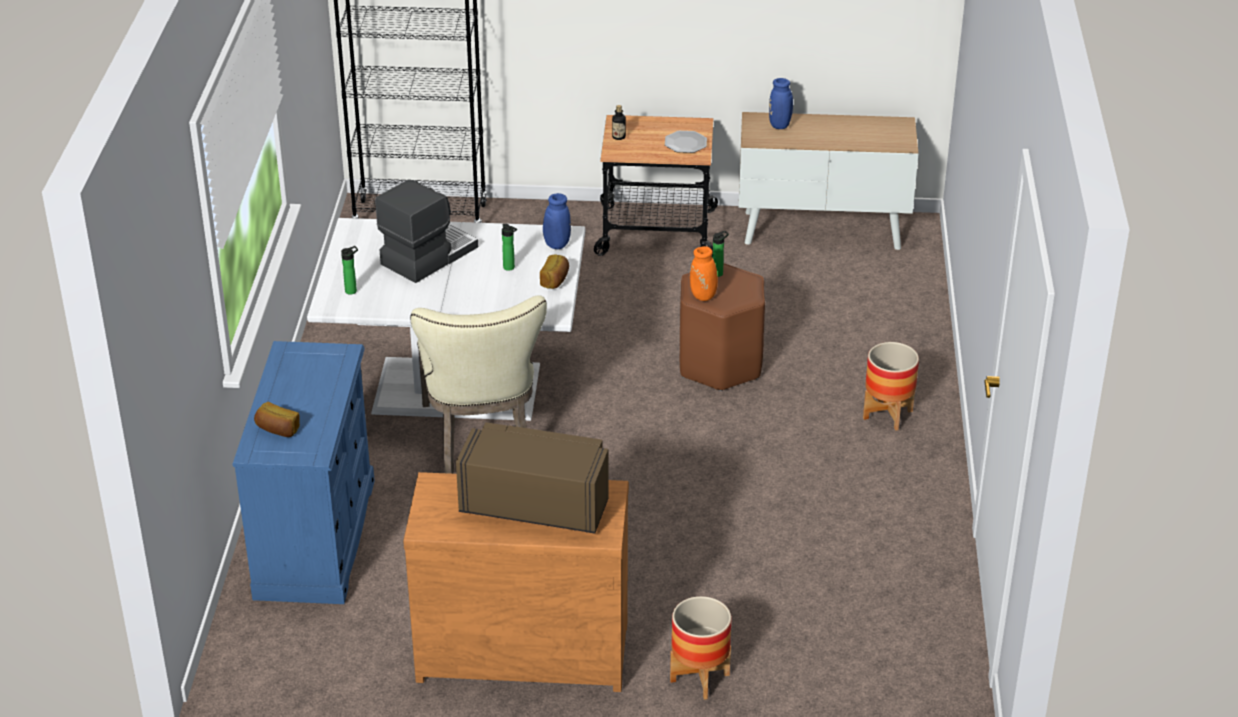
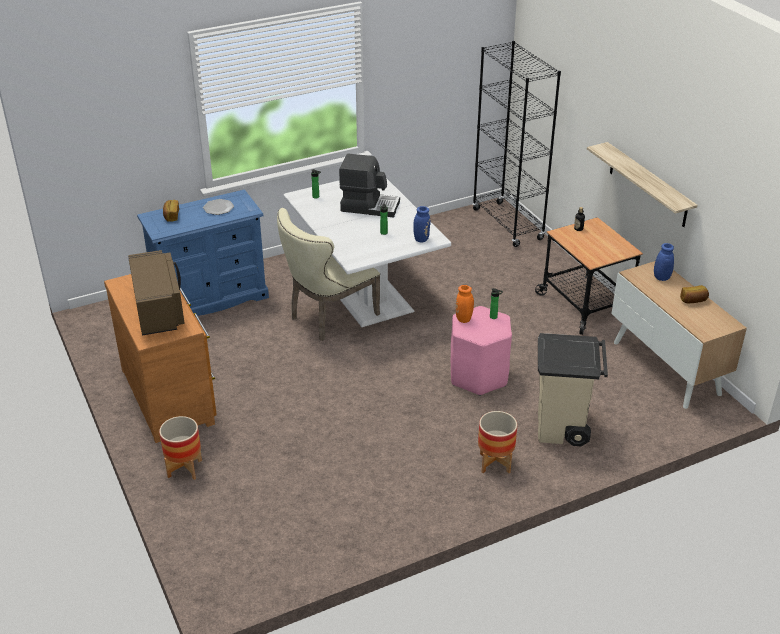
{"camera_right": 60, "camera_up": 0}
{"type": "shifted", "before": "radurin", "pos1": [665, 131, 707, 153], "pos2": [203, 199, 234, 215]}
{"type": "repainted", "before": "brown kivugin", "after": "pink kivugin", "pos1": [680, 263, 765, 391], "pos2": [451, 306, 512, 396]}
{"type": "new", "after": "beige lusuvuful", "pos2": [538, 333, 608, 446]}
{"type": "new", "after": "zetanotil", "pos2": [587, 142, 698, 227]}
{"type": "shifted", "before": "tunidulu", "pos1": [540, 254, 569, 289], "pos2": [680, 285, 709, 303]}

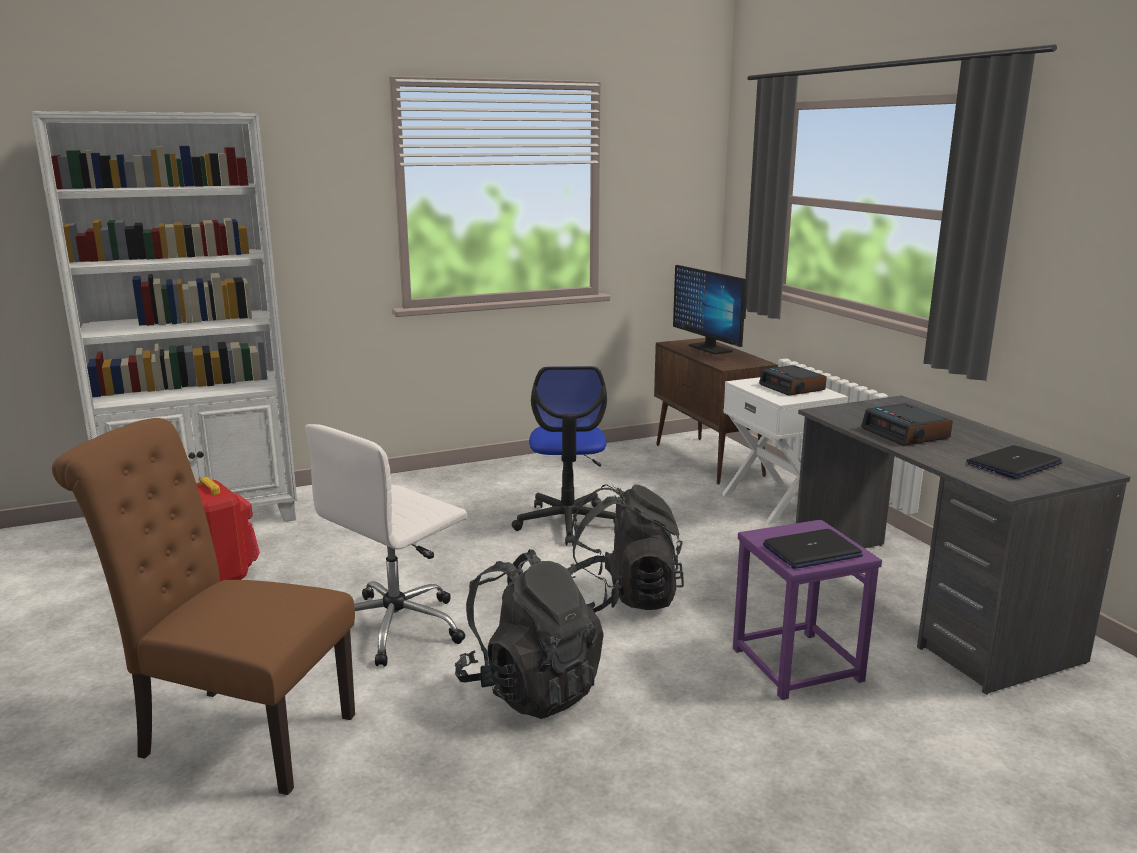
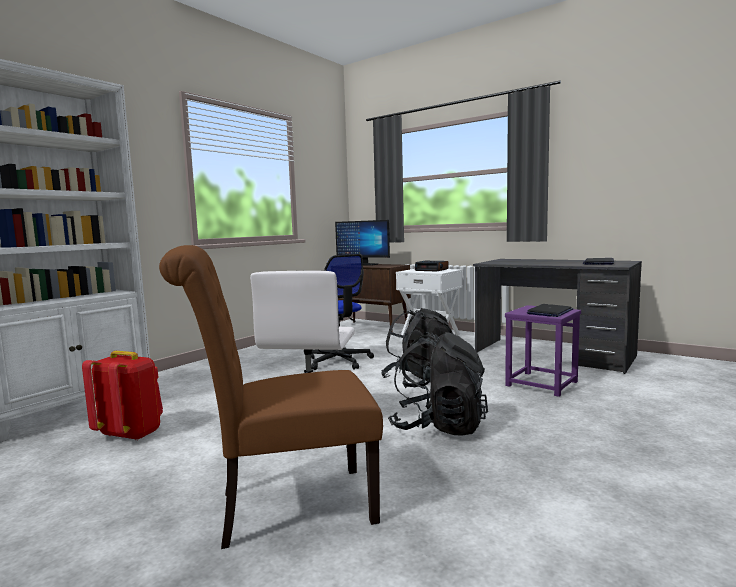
{"camera_right": -30, "camera_up": -10}
{"type": "gone", "before": "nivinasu", "pos1": [861, 403, 953, 446]}

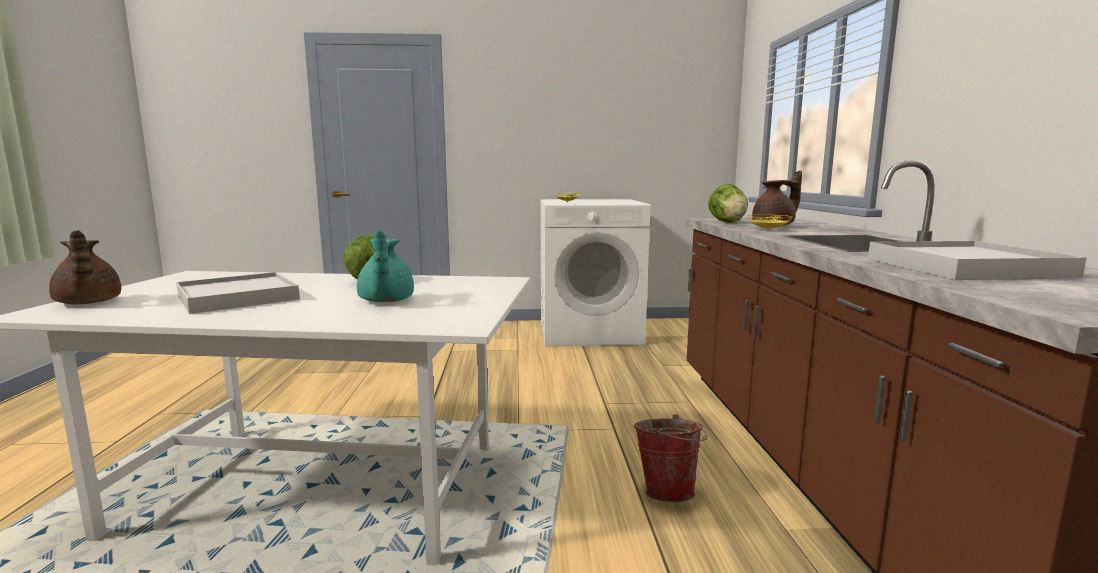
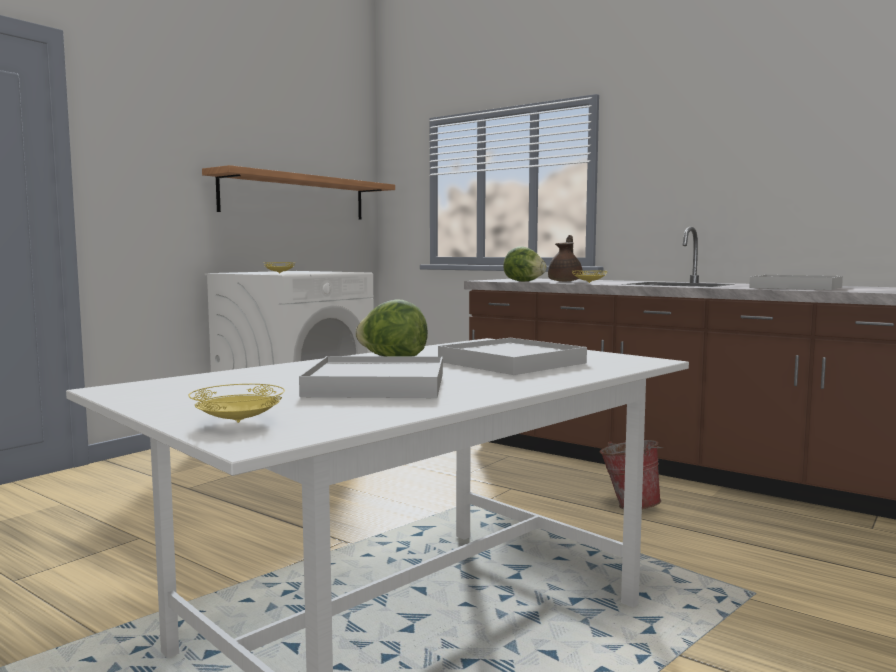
{"camera_right": -50, "camera_up": -5}
{"type": "swapped", "before": "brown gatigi", "after": "yellow radurin", "pos1": [49, 230, 121, 304], "pos2": [188, 384, 285, 423]}
{"type": "new", "after": "zetanotil", "pos2": [202, 165, 395, 220]}
{"type": "swapped", "before": "turquoise gatigi", "after": "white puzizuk", "pos1": [357, 230, 414, 302], "pos2": [438, 338, 587, 375]}

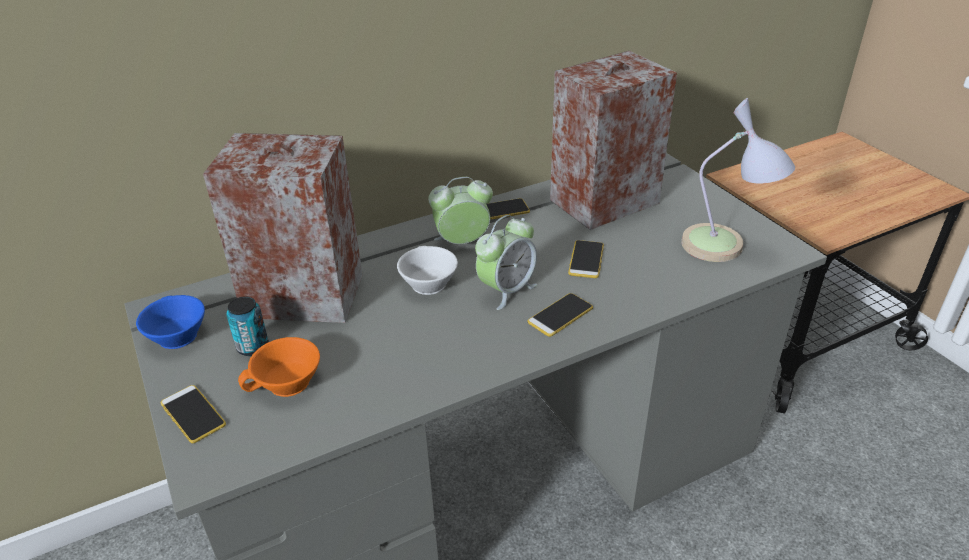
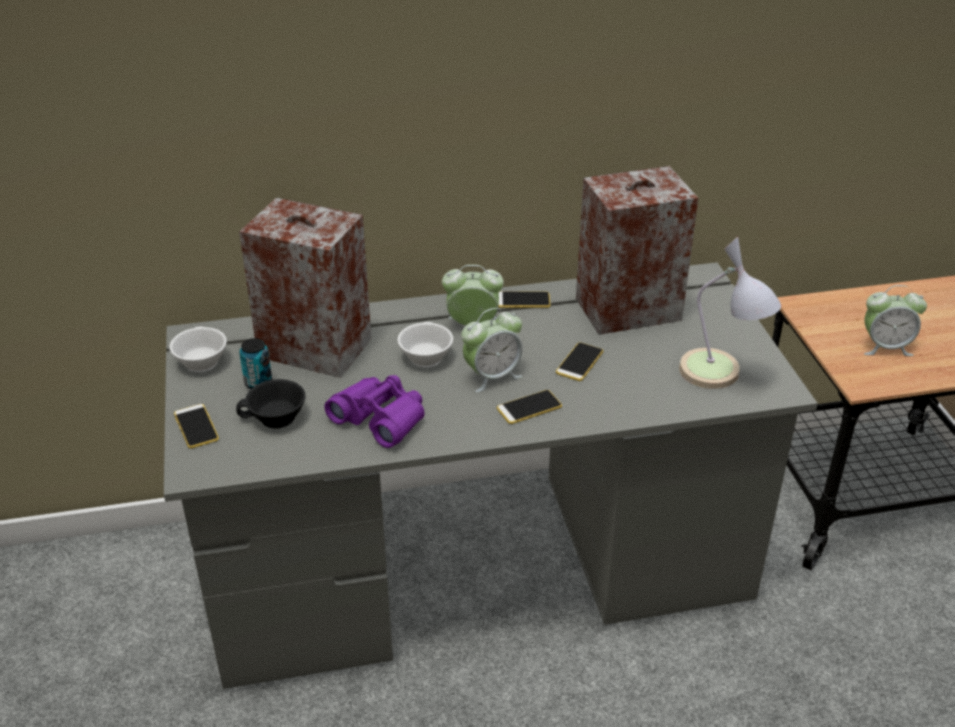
{"camera_right": 15, "camera_up": 0}
{"type": "repainted", "before": "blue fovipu", "after": "white fovipu", "pos1": [136, 295, 205, 349], "pos2": [169, 326, 227, 372]}
{"type": "repainted", "before": "orange fovipu", "after": "black fovipu", "pos1": [238, 337, 320, 397], "pos2": [236, 379, 305, 428]}
{"type": "new", "after": "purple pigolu", "pos2": [324, 375, 425, 448]}
{"type": "new", "after": "nivinasu", "pos2": [864, 285, 927, 356]}

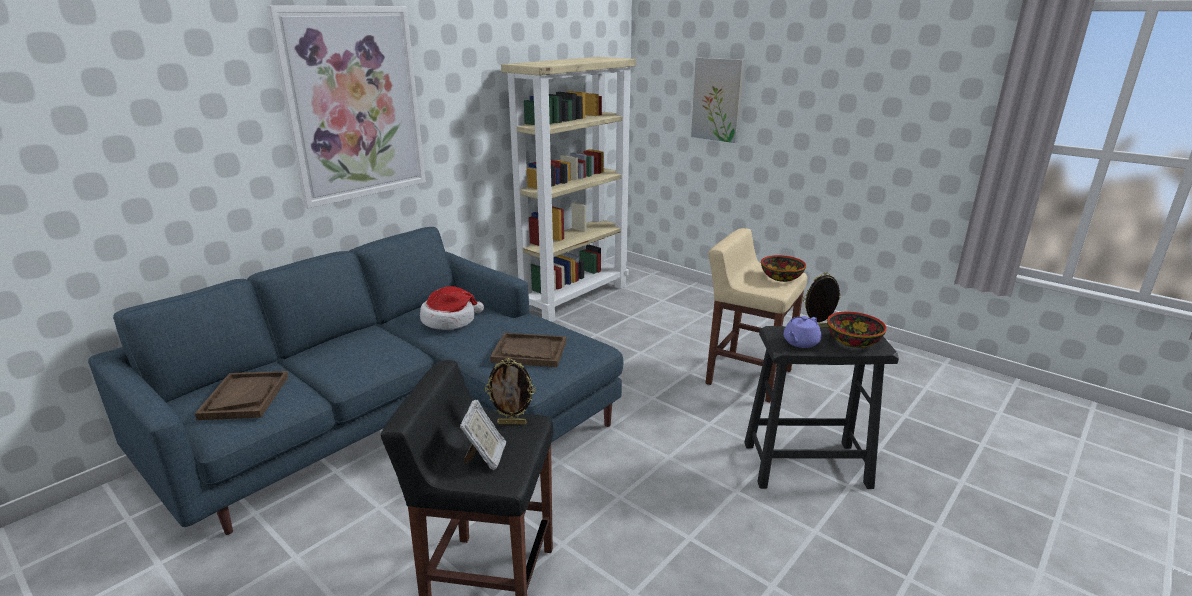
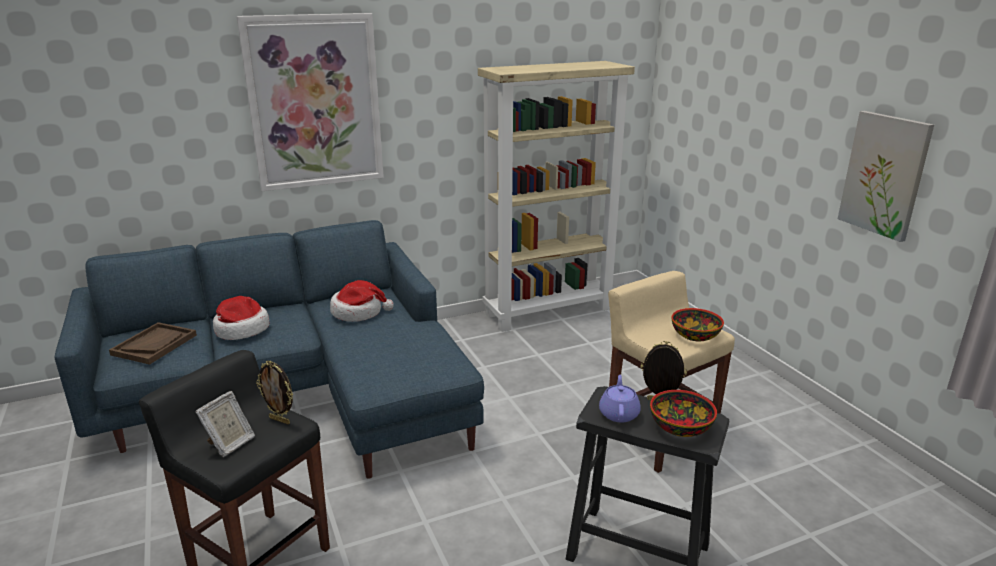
{"camera_right": 25, "camera_up": 0}
{"type": "new", "after": "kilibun", "pos2": [213, 296, 270, 340]}
{"type": "rotated", "before": "purple gatigi", "pos1": [783, 316, 821, 348], "pos2": [599, 375, 641, 423], "turn": 120}
{"type": "shifted", "before": "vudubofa", "pos1": [691, 57, 744, 143], "pos2": [838, 111, 934, 242]}
{"type": "gone", "before": "brown puzizuk", "pos1": [490, 333, 567, 367]}

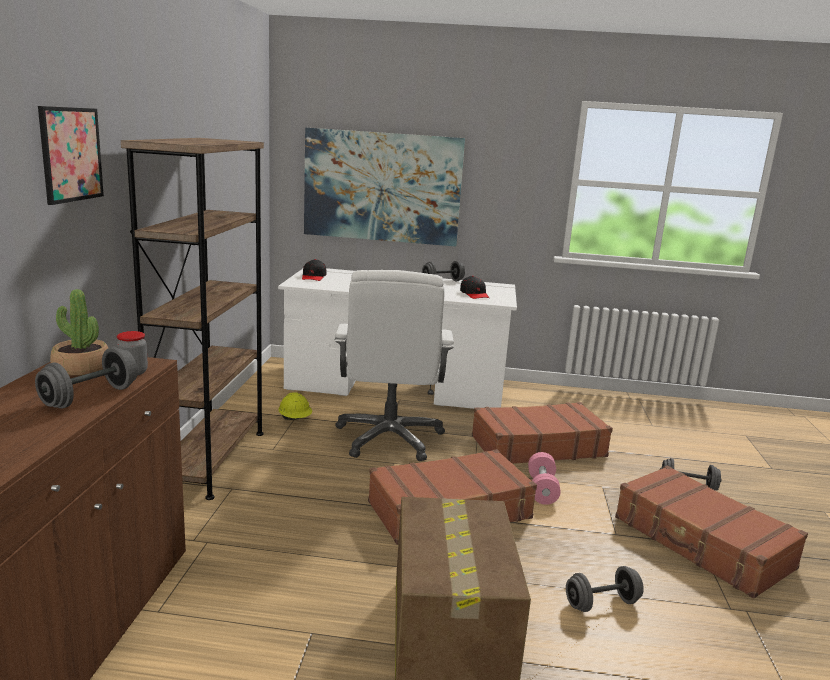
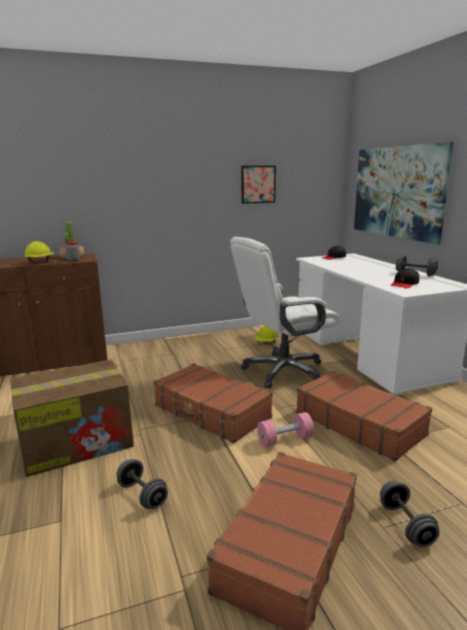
{"camera_right": 65, "camera_up": 0}
{"type": "swapped", "before": "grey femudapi", "after": "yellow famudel", "pos1": [35, 347, 138, 408], "pos2": [24, 241, 54, 263]}
{"type": "shifted", "before": "vudubofa", "pos1": [38, 106, 104, 205], "pos2": [241, 166, 276, 204]}
{"type": "gone", "before": "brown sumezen", "pos1": [121, 138, 264, 500]}

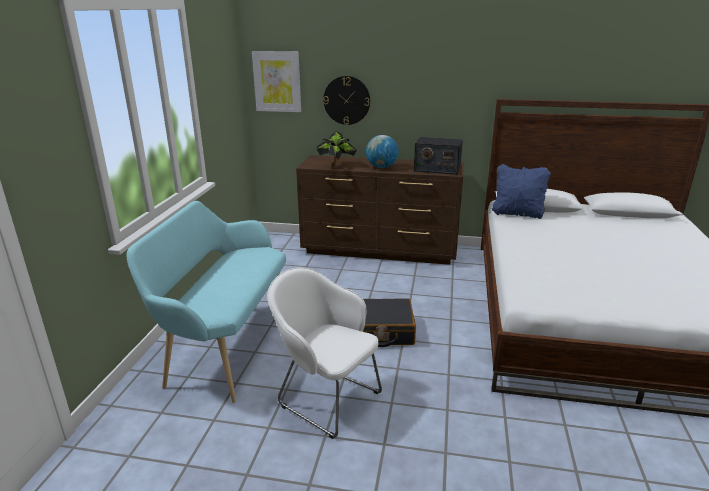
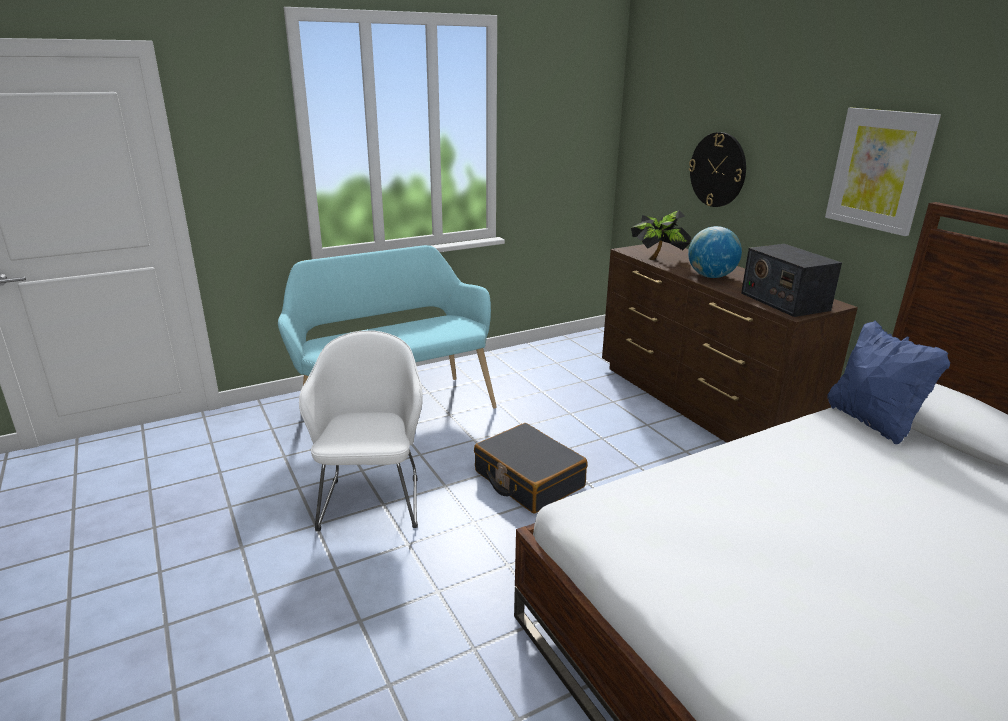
{"camera_right": 50, "camera_up": 0}
{"type": "shifted", "before": "vudubofa", "pos1": [252, 51, 301, 112], "pos2": [825, 108, 941, 236]}

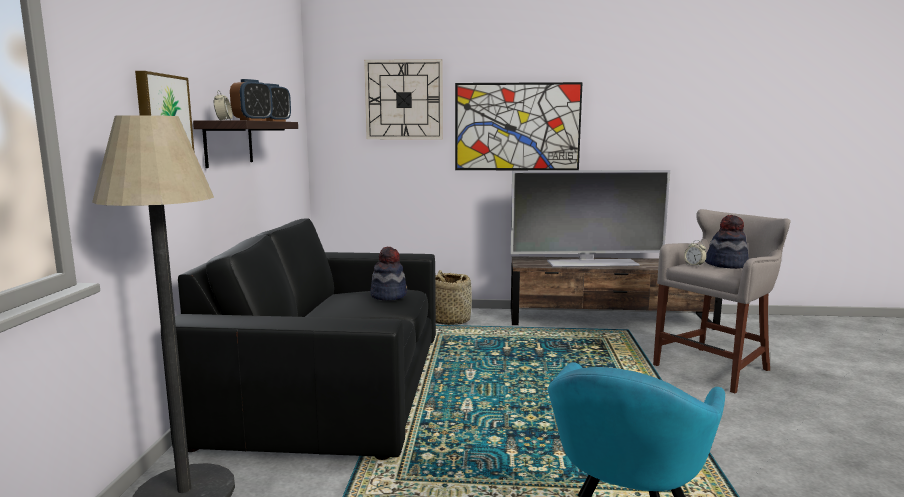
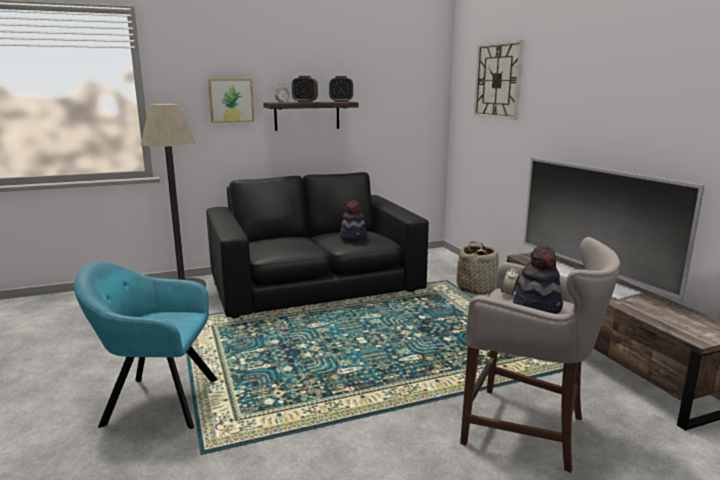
{"camera_right": 65, "camera_up": 5}
{"type": "gone", "before": "vudubofa", "pos1": [455, 82, 583, 170]}

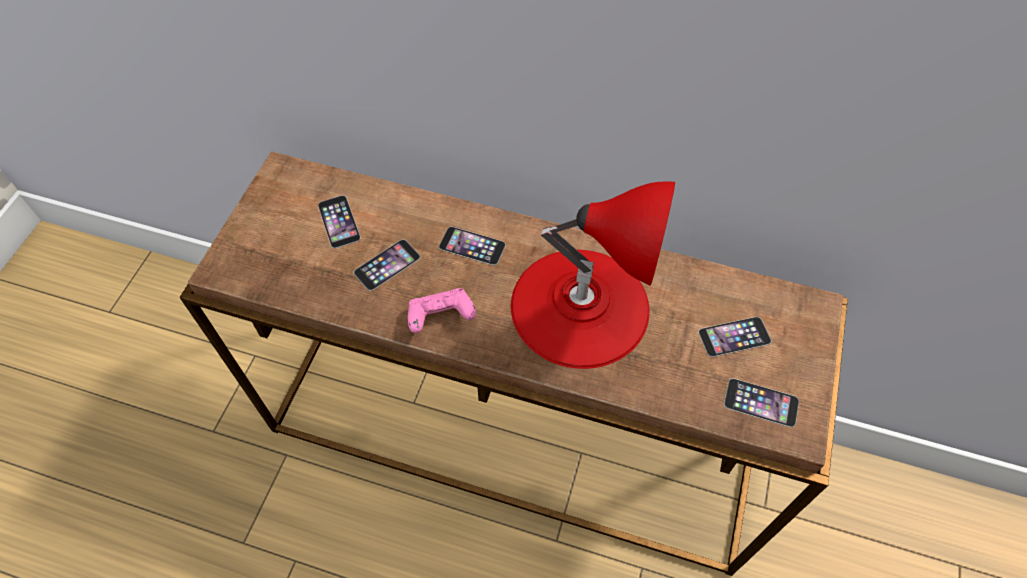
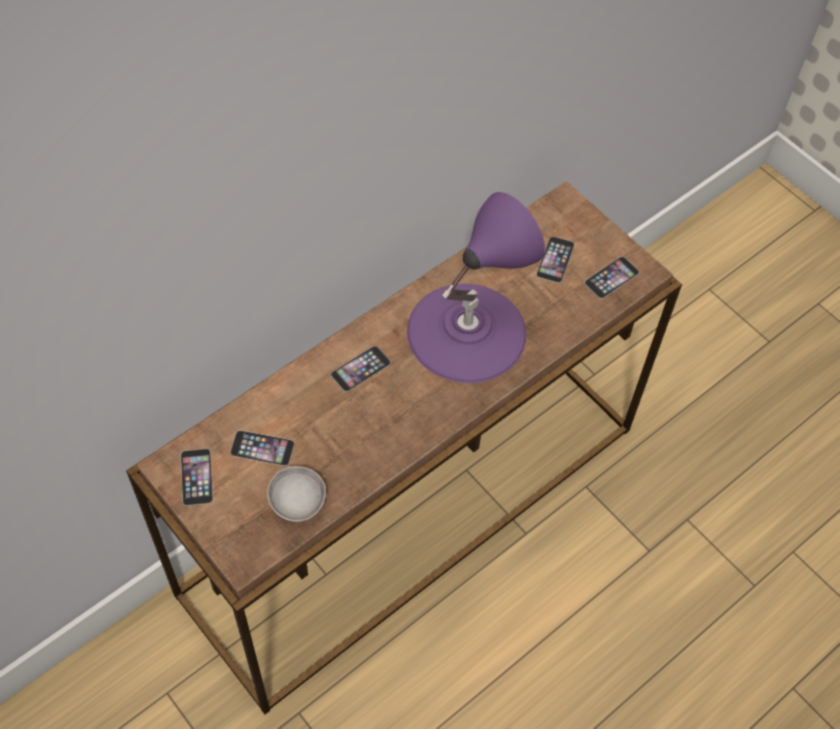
{"camera_right": -60, "camera_up": 0}
{"type": "shifted", "before": "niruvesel", "pos1": [354, 239, 420, 291], "pos2": [181, 449, 213, 506]}
{"type": "new", "after": "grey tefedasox", "pos2": [267, 466, 326, 522]}
{"type": "repainted", "before": "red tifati", "after": "purple tifati", "pos1": [511, 182, 675, 369], "pos2": [407, 192, 545, 383]}
{"type": "gone", "before": "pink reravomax", "pos1": [408, 288, 476, 333]}

